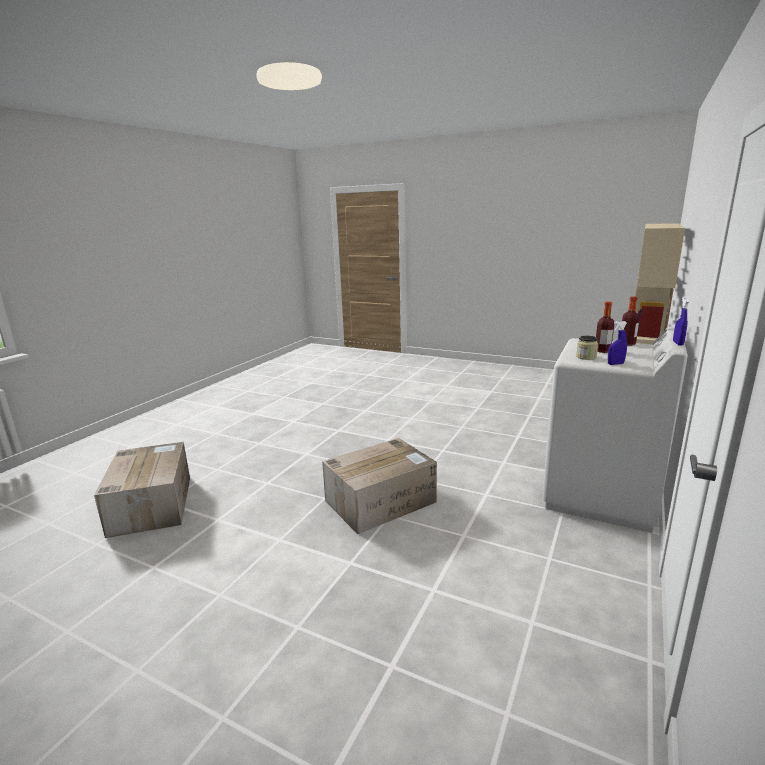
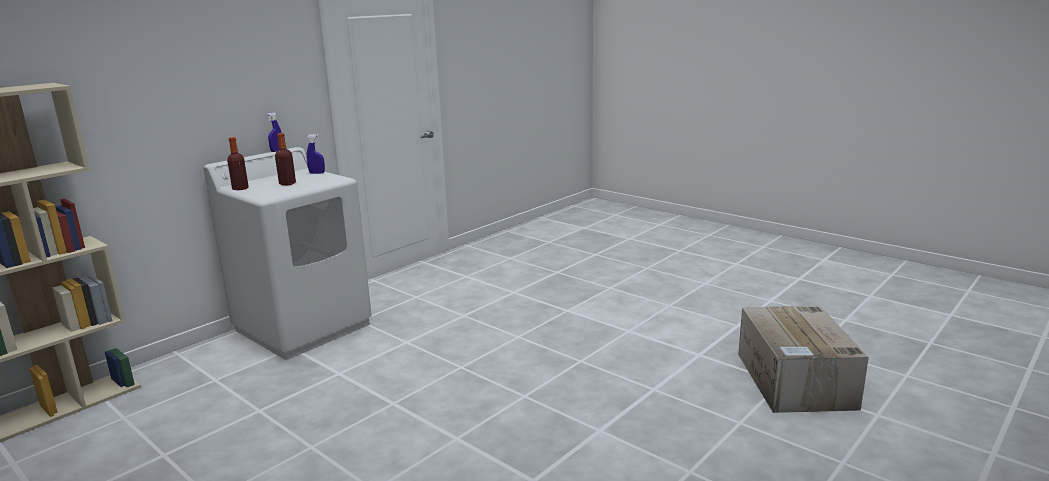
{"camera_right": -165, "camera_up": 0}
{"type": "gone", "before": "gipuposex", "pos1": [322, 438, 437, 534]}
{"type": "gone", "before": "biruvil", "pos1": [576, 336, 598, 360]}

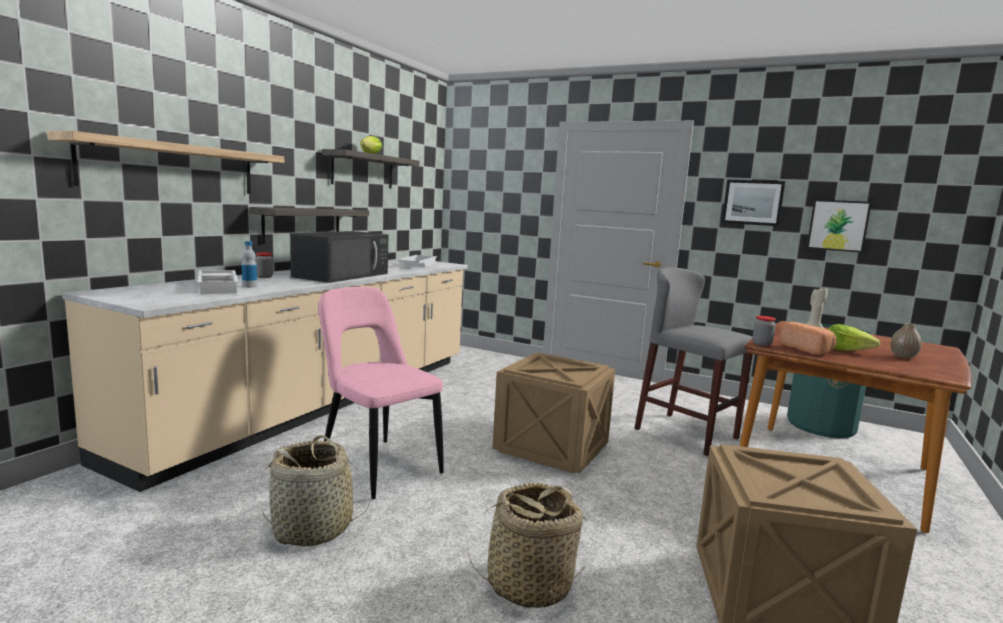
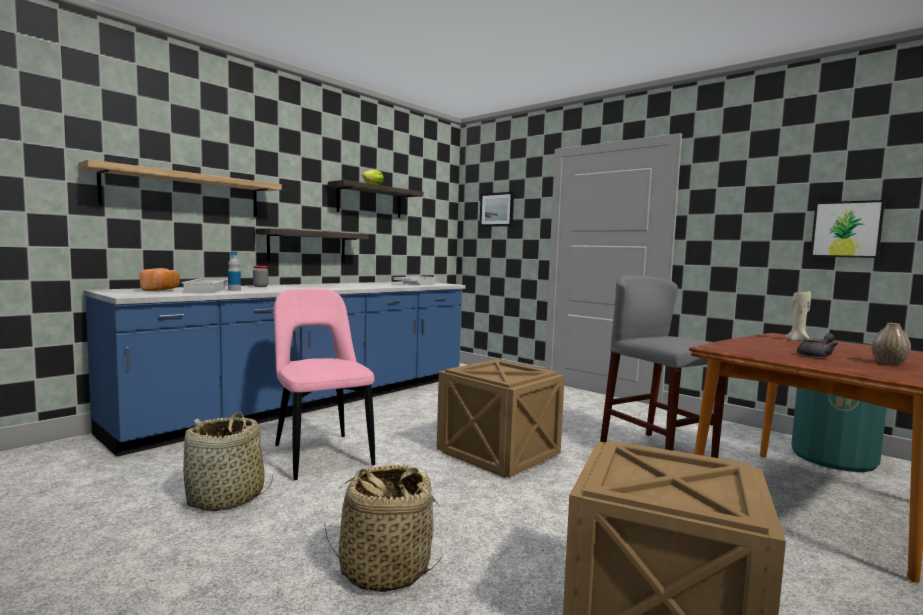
{"camera_right": 15, "camera_up": -5}
{"type": "repainted", "before": "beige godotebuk", "after": "blue godotebuk", "pos1": [62, 259, 468, 492], "pos2": [83, 281, 466, 457]}
{"type": "shifted", "before": "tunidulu", "pos1": [779, 322, 837, 355], "pos2": [139, 268, 180, 291]}
{"type": "shifted", "before": "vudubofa", "pos1": [722, 180, 785, 226], "pos2": [479, 192, 514, 227]}
{"type": "swapped", "before": "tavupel", "after": "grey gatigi", "pos1": [828, 324, 880, 351], "pos2": [797, 333, 838, 358]}
{"type": "gone", "before": "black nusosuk", "pos1": [290, 231, 388, 283]}
{"type": "gone", "before": "biruvil", "pos1": [752, 316, 776, 346]}

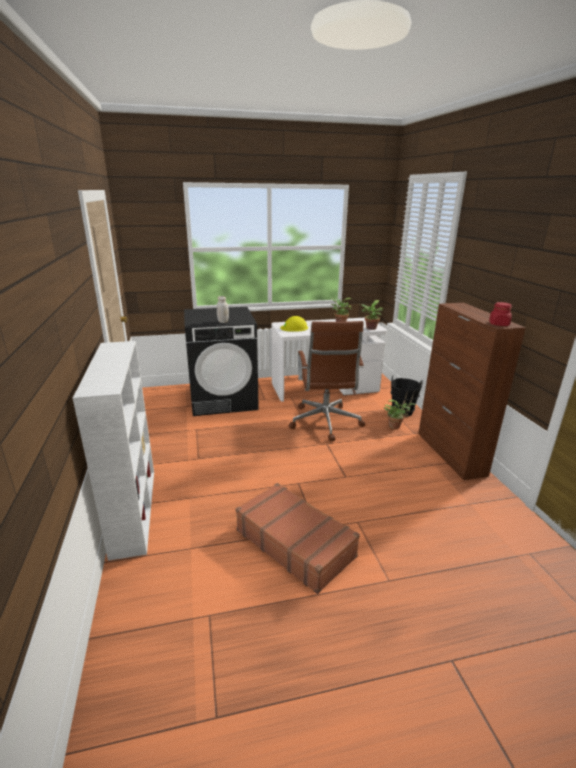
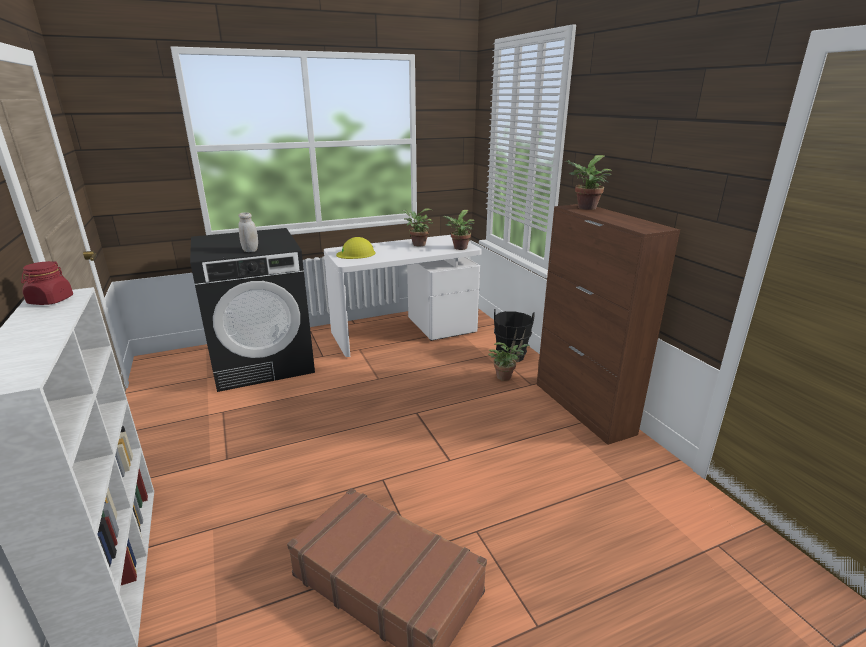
{"camera_right": -10, "camera_up": 0}
{"type": "shifted", "before": "red biruvil", "pos1": [489, 302, 512, 326], "pos2": [21, 261, 73, 305]}
{"type": "new", "after": "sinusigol", "pos2": [565, 155, 612, 210]}
{"type": "gone", "before": "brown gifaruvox", "pos1": [289, 321, 365, 442]}

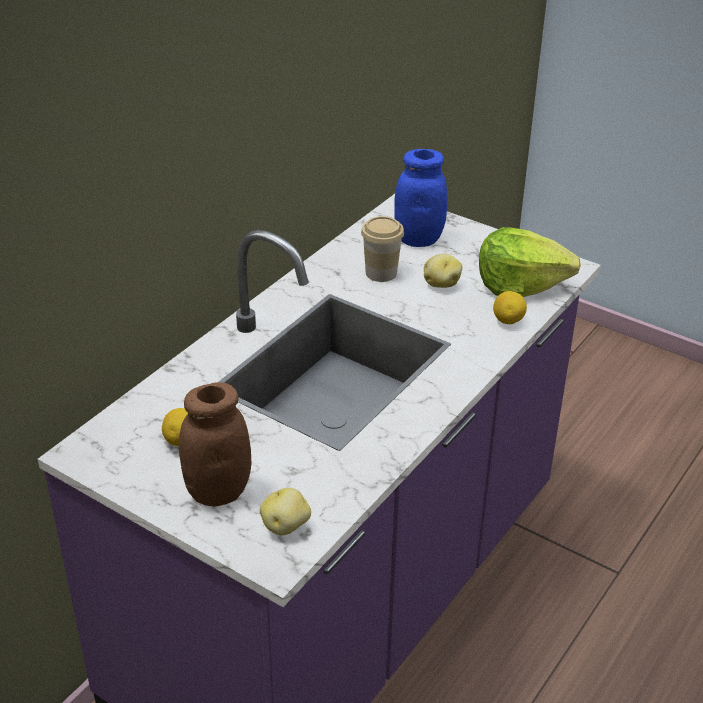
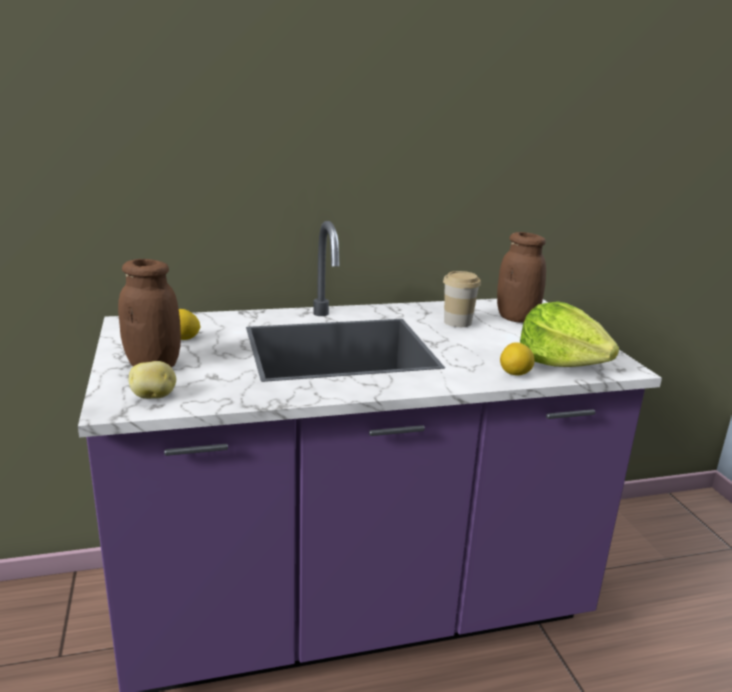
{"camera_right": 40, "camera_up": -15}
{"type": "repainted", "before": "blue biruvil", "after": "brown biruvil", "pos1": [394, 149, 447, 247], "pos2": [497, 232, 546, 323]}
{"type": "gone", "before": "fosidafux", "pos1": [424, 254, 462, 288]}

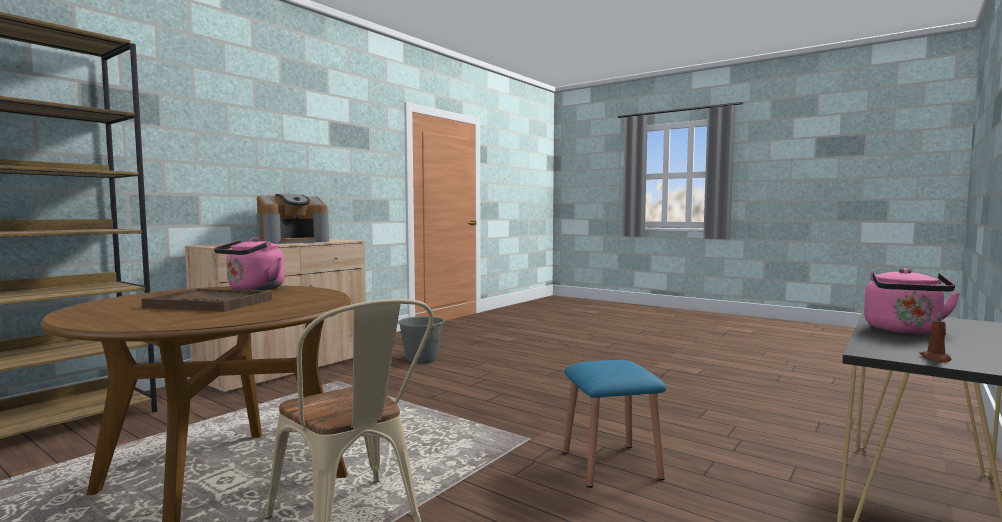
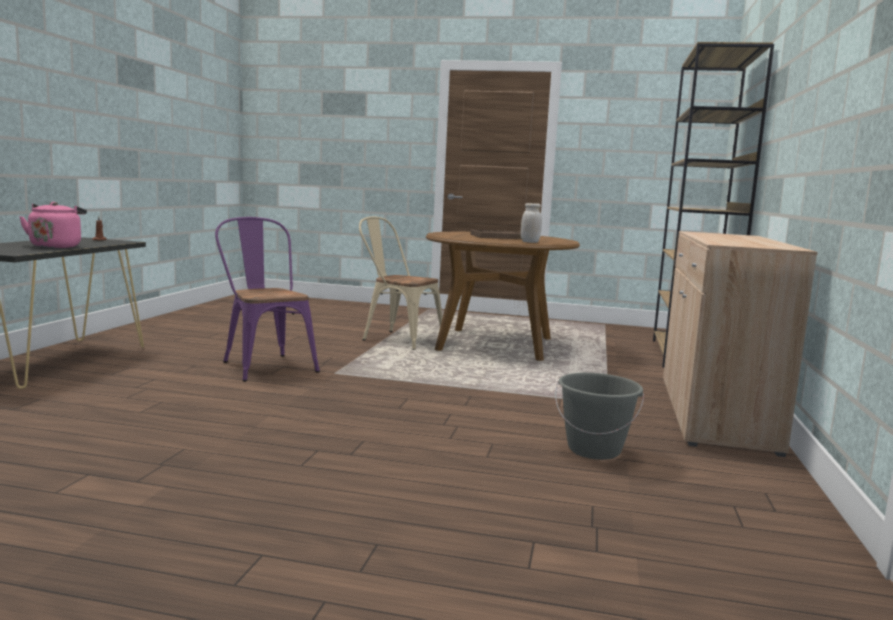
{"camera_right": 155, "camera_up": 5}
{"type": "swapped", "before": "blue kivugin", "after": "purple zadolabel", "pos1": [563, 360, 666, 488], "pos2": [215, 217, 320, 382]}
{"type": "swapped", "before": "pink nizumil", "after": "white biruvil", "pos1": [214, 238, 285, 291], "pos2": [521, 203, 542, 243]}
{"type": "gone", "before": "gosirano", "pos1": [256, 194, 329, 244]}

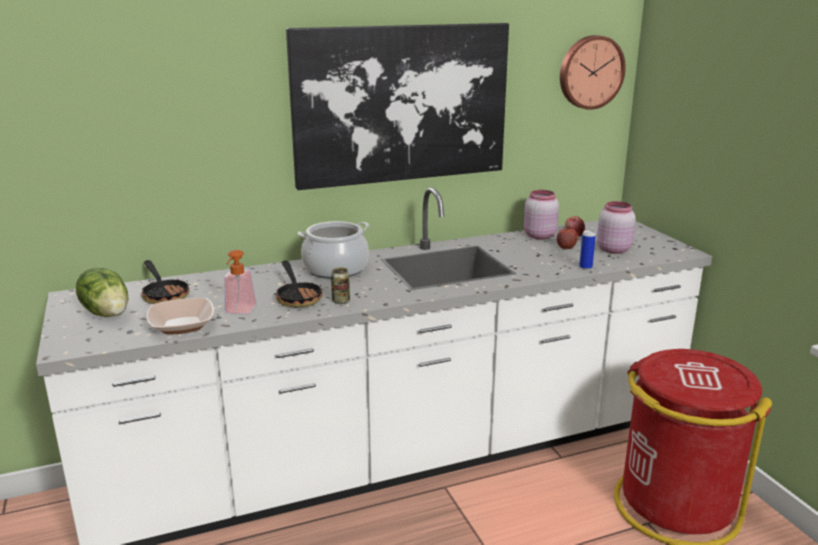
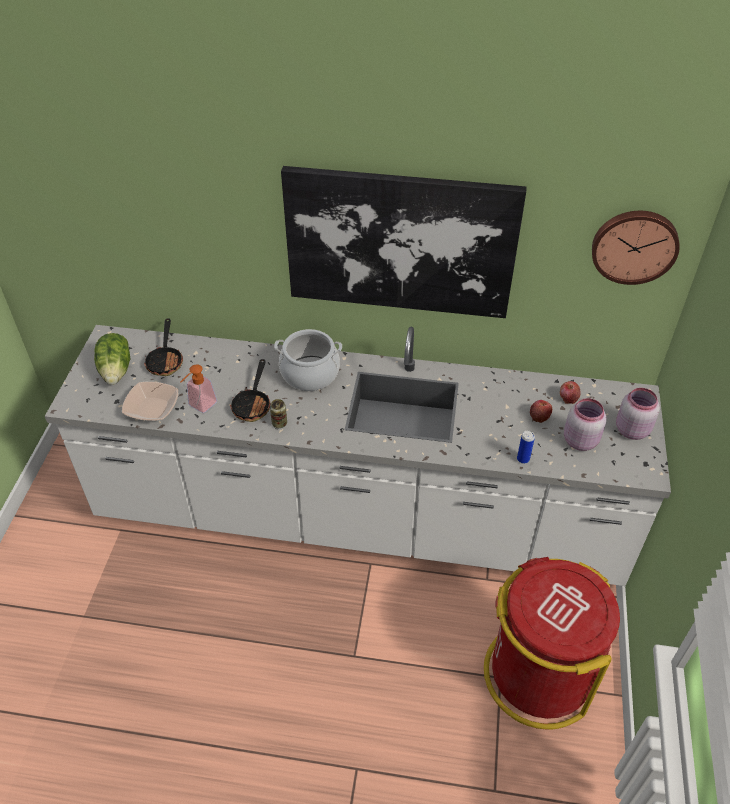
{"camera_right": 30, "camera_up": 25}
{"type": "shifted", "before": "pink biruvil", "pos1": [524, 190, 559, 239], "pos2": [616, 388, 660, 440]}

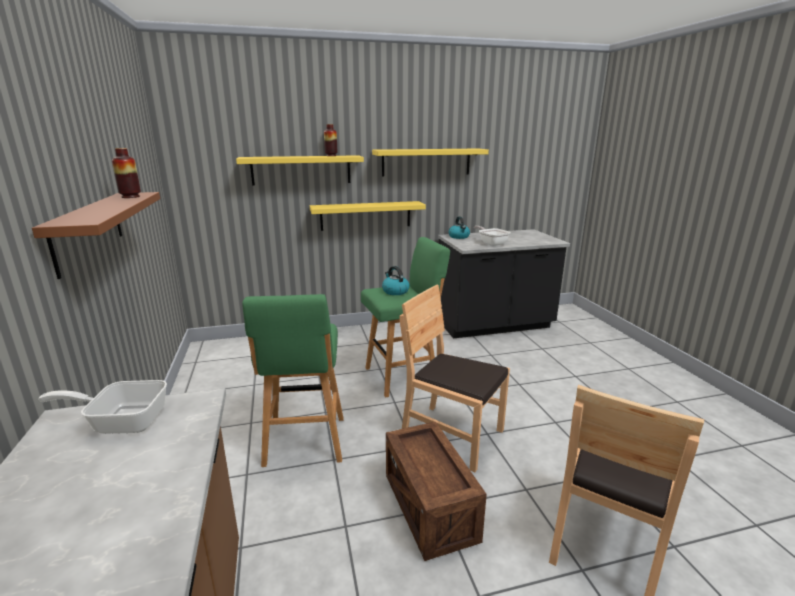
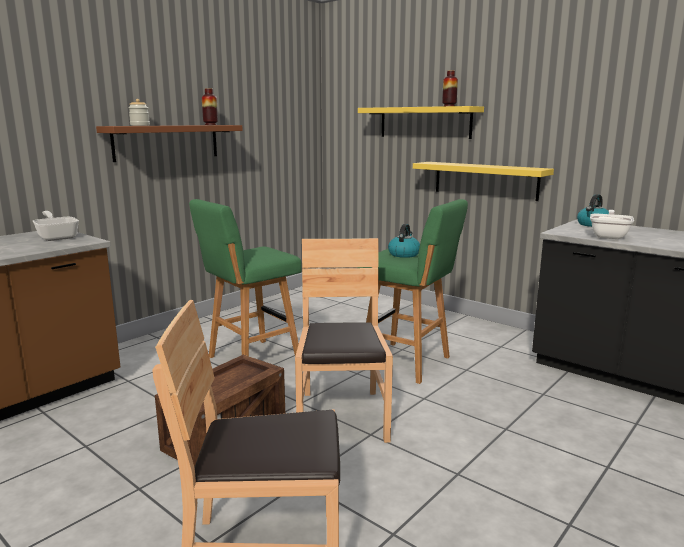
{"camera_right": 55, "camera_up": -5}
{"type": "new", "after": "biruvil", "pos2": [128, 99, 150, 126]}
{"type": "gone", "before": "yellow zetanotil", "pos1": [372, 149, 489, 177]}

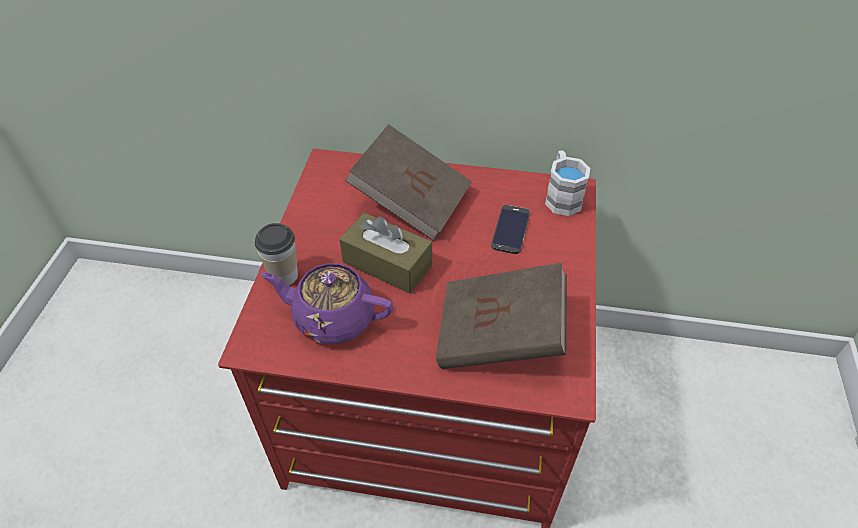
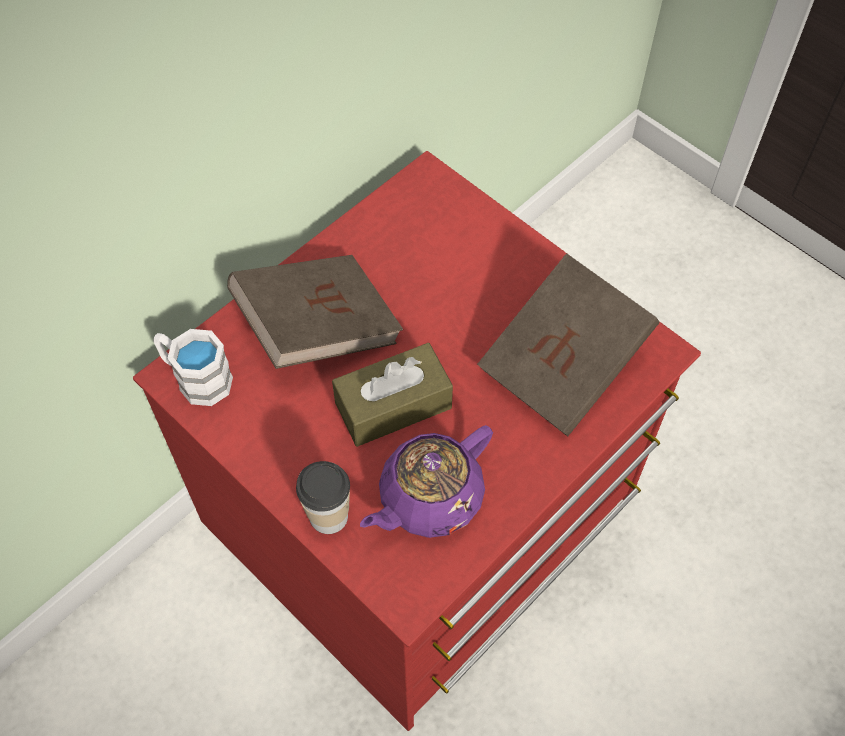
{"camera_right": -55, "camera_up": 10}
{"type": "shifted", "before": "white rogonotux", "pos1": [545, 150, 590, 216], "pos2": [153, 329, 233, 406]}
{"type": "gone", "before": "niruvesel", "pos1": [491, 205, 530, 254]}

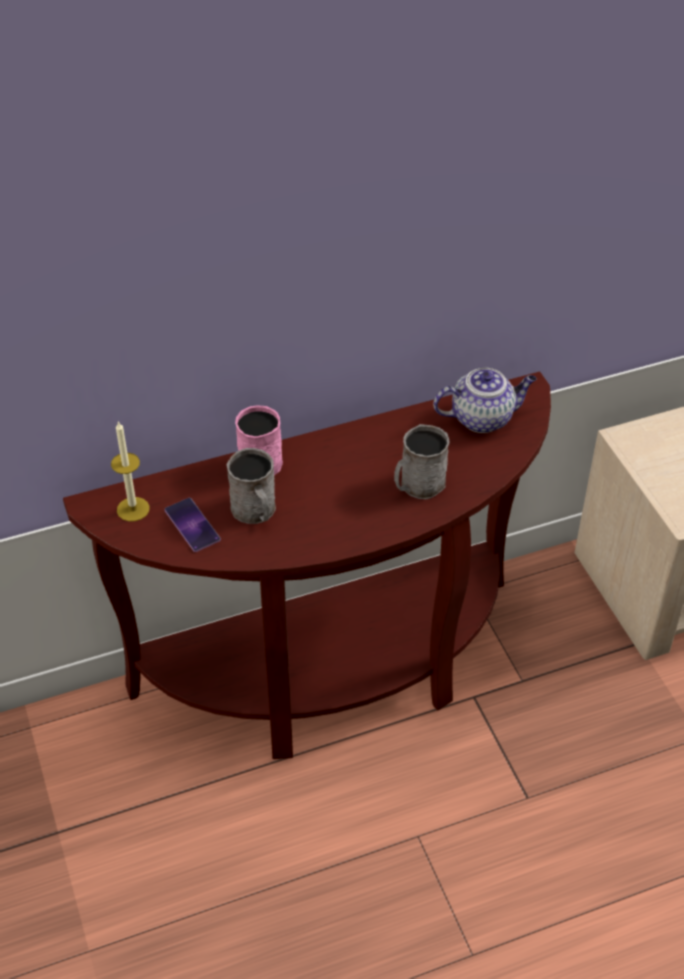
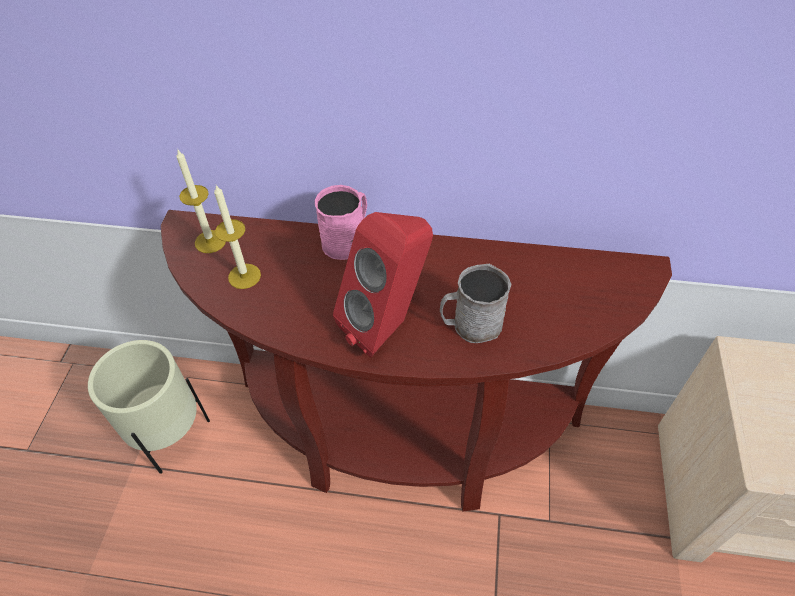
{"camera_right": 30, "camera_up": 5}
{"type": "new", "after": "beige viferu", "pos2": [88, 340, 210, 474]}
{"type": "swapped", "before": "niruvesel", "after": "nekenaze", "pos1": [164, 498, 221, 552], "pos2": [214, 185, 261, 289]}
{"type": "new", "after": "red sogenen", "pos2": [333, 212, 433, 357]}
{"type": "gone", "before": "grey rogonotux", "pos1": [226, 448, 276, 524]}
{"type": "gone", "before": "gatigi", "pos1": [433, 368, 537, 433]}

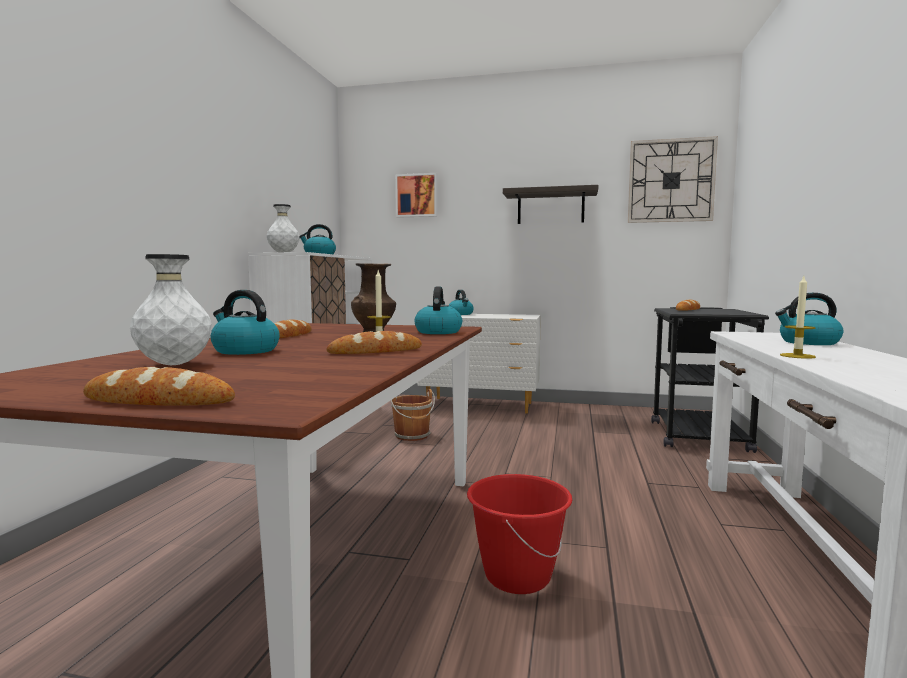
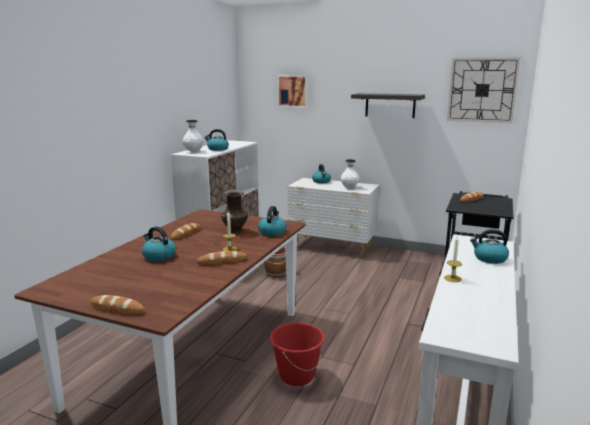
{"camera_right": 10, "camera_up": 10}
{"type": "shifted", "before": "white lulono", "pos1": [130, 254, 212, 365], "pos2": [341, 159, 359, 188]}

